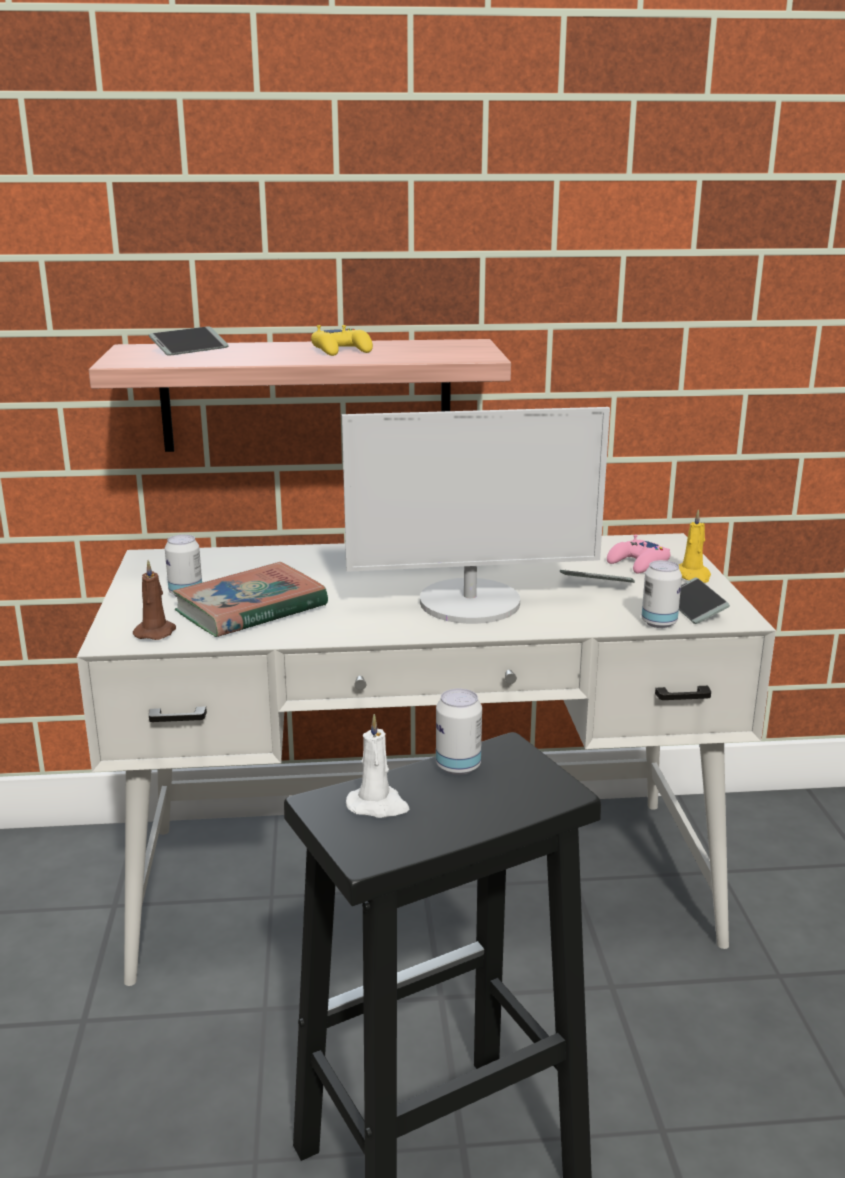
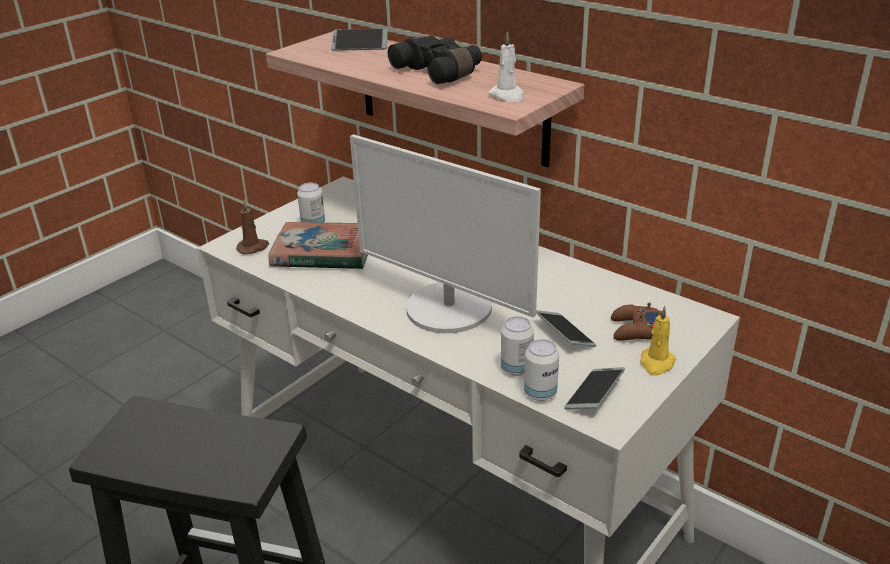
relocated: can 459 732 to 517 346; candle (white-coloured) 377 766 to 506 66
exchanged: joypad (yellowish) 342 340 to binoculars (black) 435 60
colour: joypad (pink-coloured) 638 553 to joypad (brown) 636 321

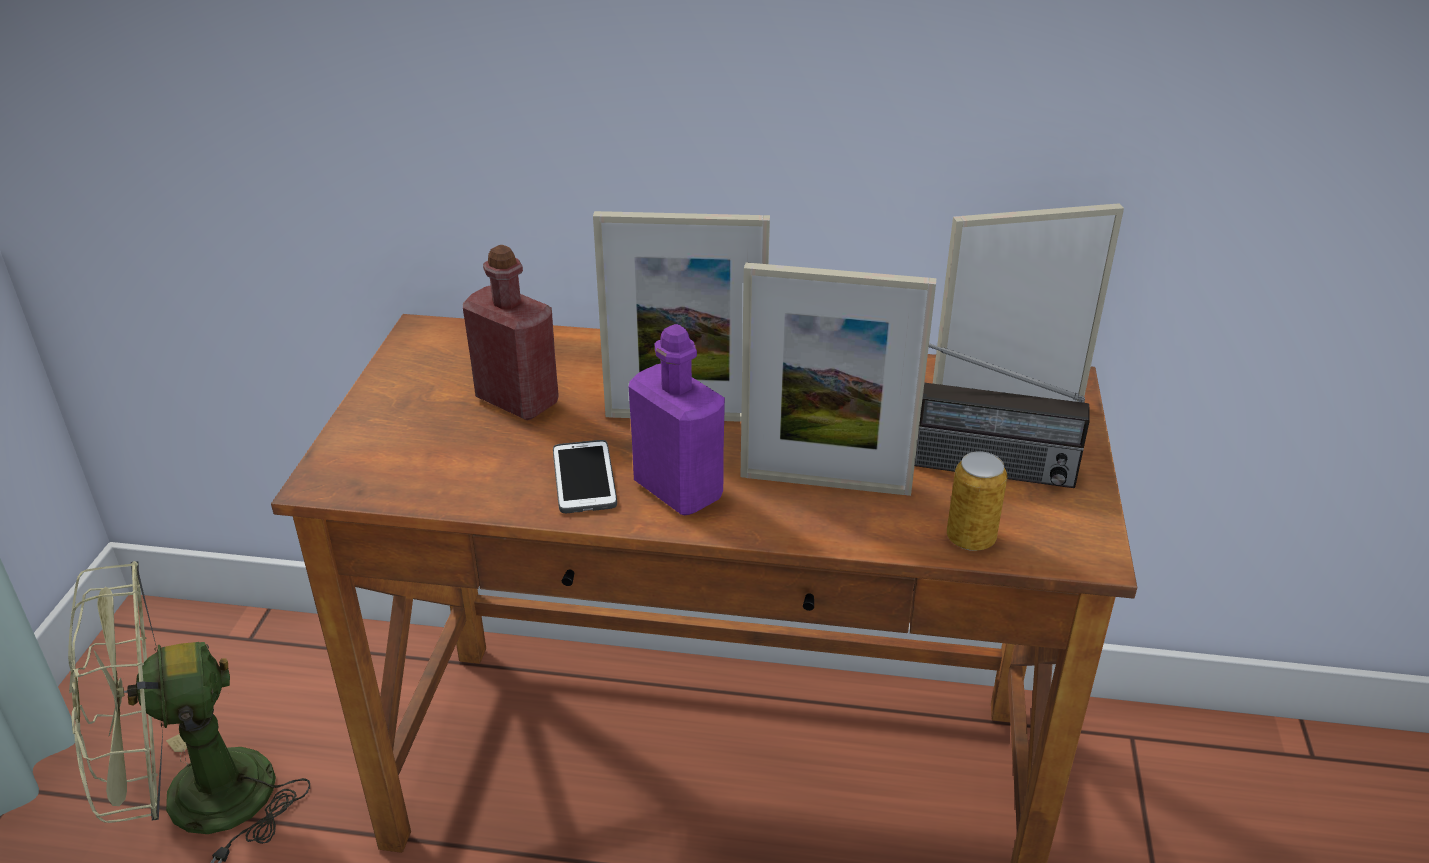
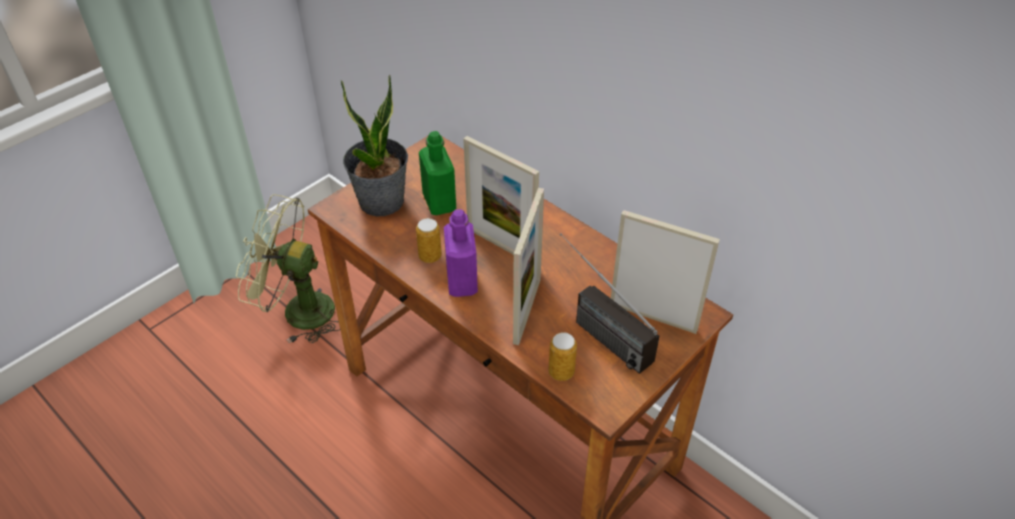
appeared: houseplant 374 146
exchanged: telephone 585 476 to can 429 240
colour: bottle (reddish) 511 332 to bottle (green) 437 173
spun: picture frame 838 379 = 528 266 120 degrees counterclockwise

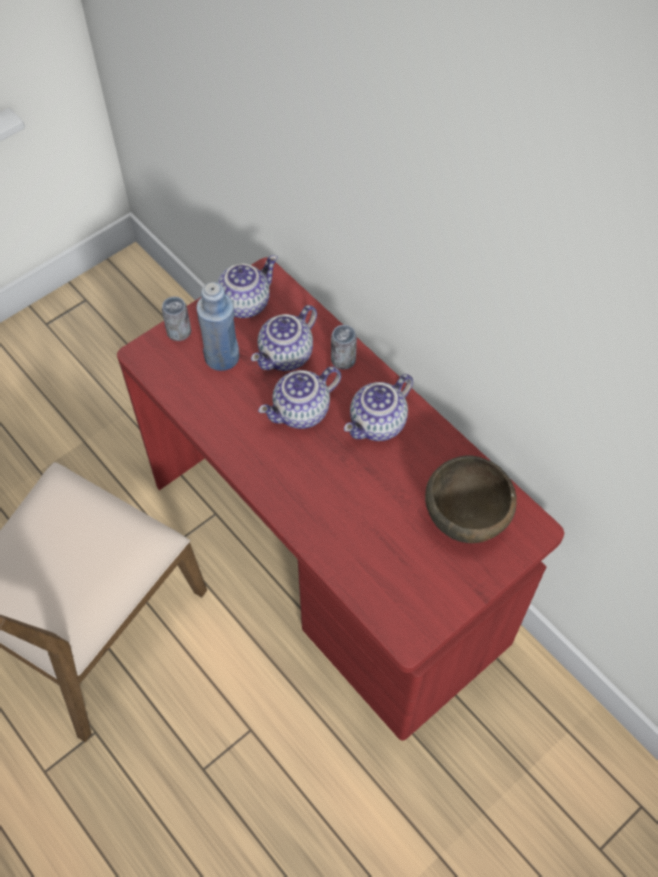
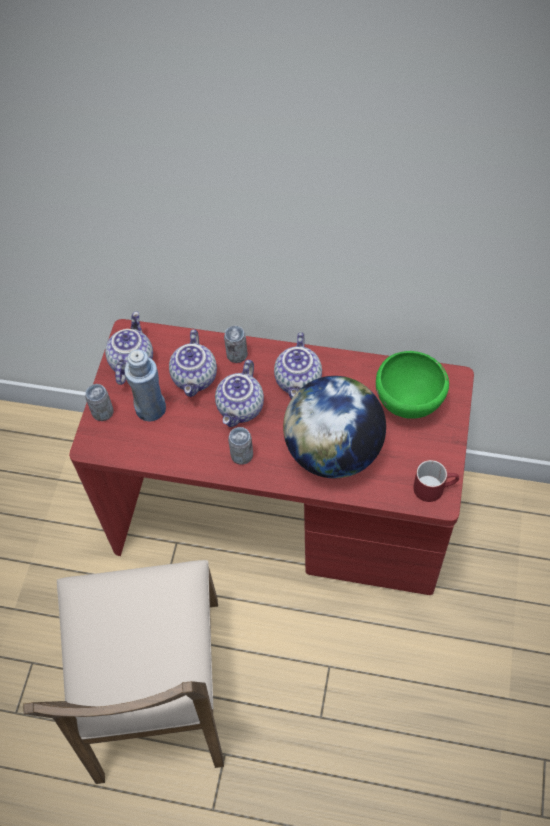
appeared: globe 334 427; can 240 446; coffee mug (reddish) 436 481
colour: deep dish (brown) 471 499 to deep dish (green) 412 385

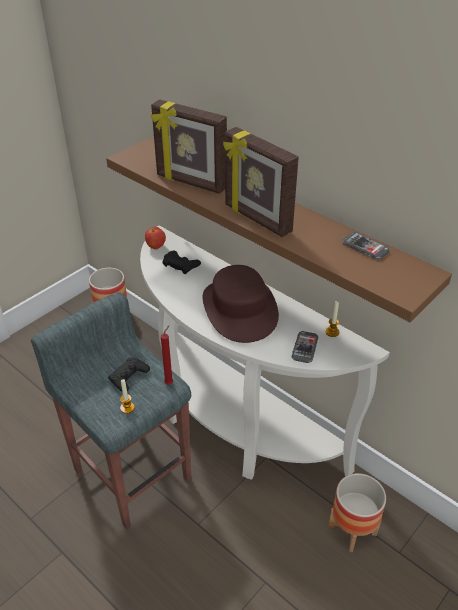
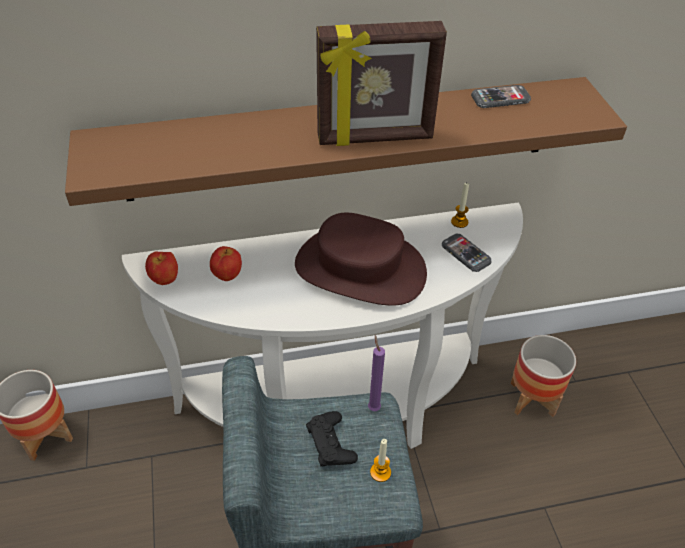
missing: picture frame 189 146
exchanged: joypad (black) 181 262 to whole apple 226 263
colour: candle (reddish) 167 355 to candle (purple-coloured) 376 373

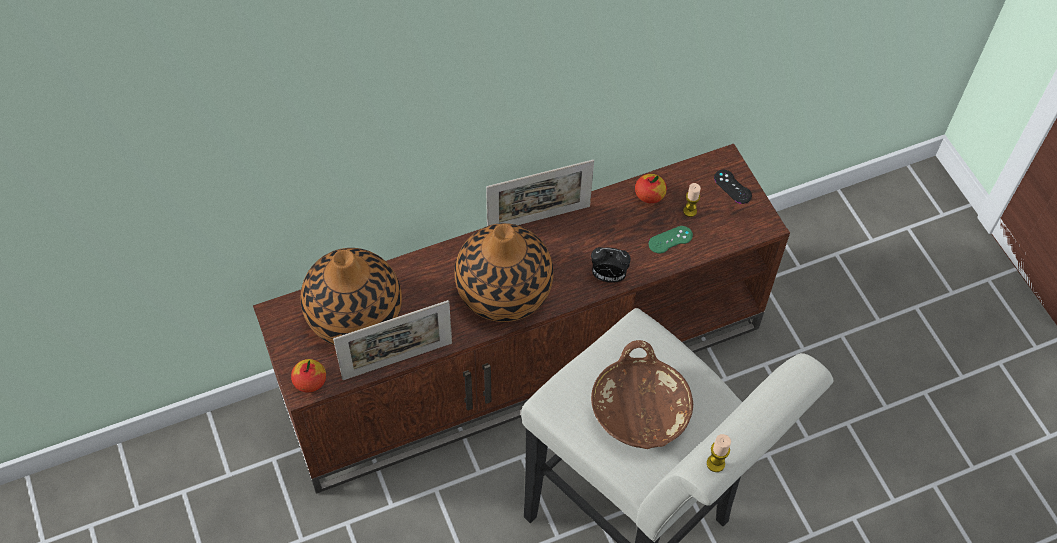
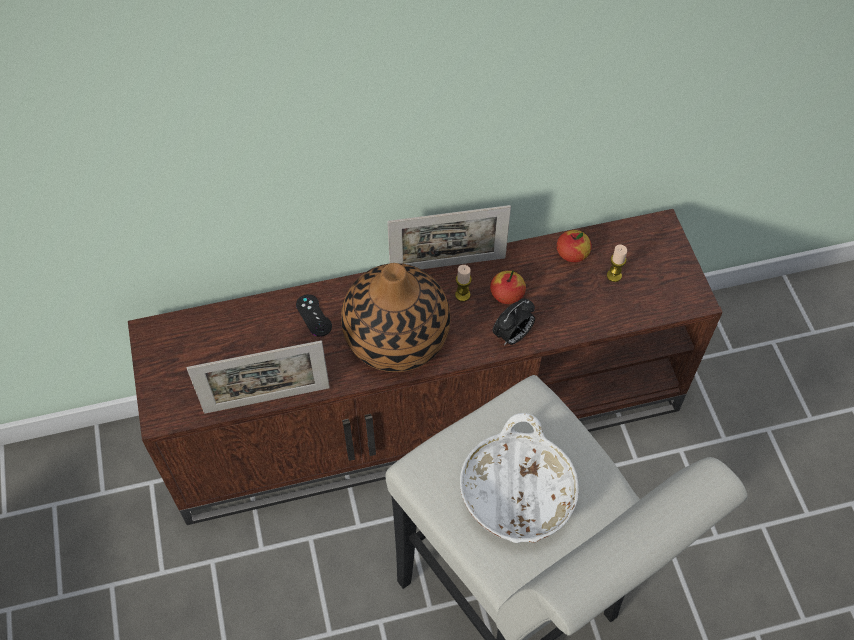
missing: joypad (green) 671 239; decorative vase 351 296
relocated: joypad (black) 733 187 to 314 315; whole apple 308 376 to 508 287; candle 719 453 to 463 283
colour: deep dish (brown) 642 394 to deep dish (white-coloured) 519 478
spun: alarm clock 611 265 = 514 322 60 degrees counterclockwise

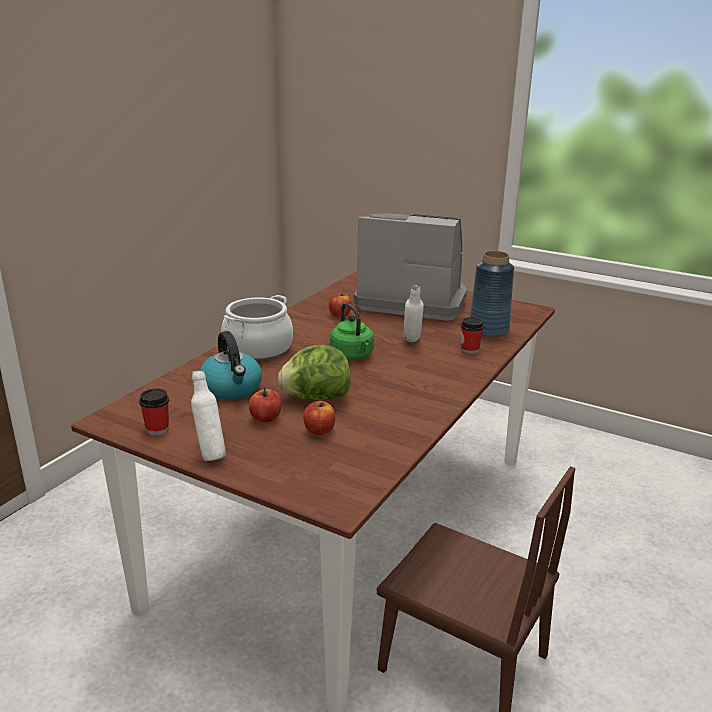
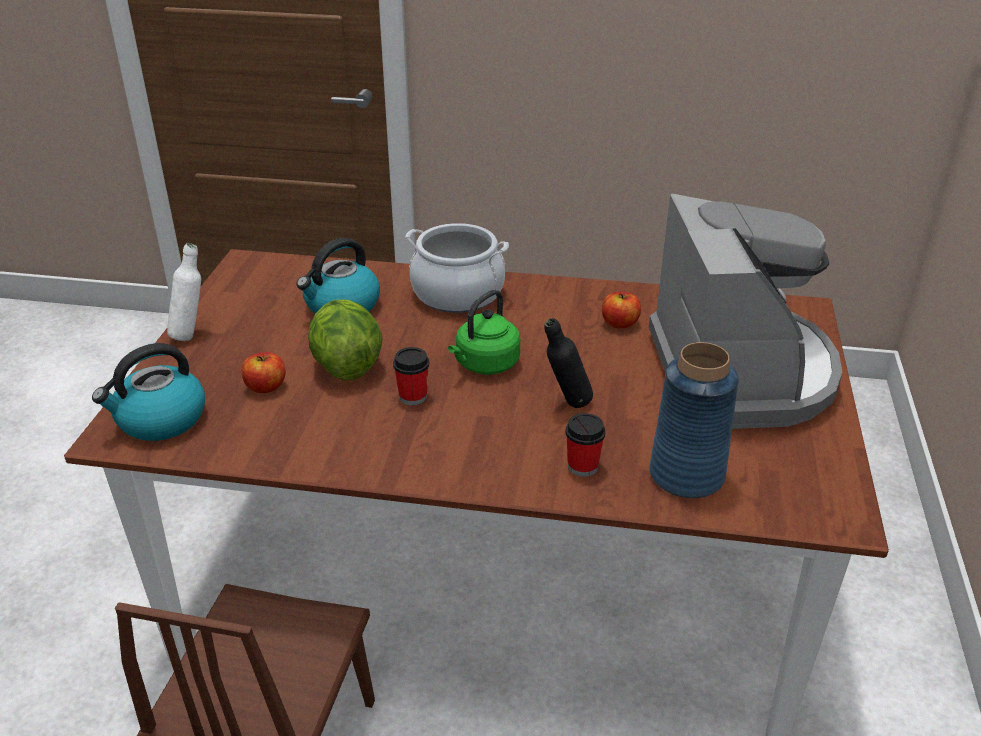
missing: whole apple 265 405
appeared: water kettle 148 392
relocated: small cup 154 411 to 411 376
colour: bottle (white-coloured) 413 313 to bottle (black) 568 363

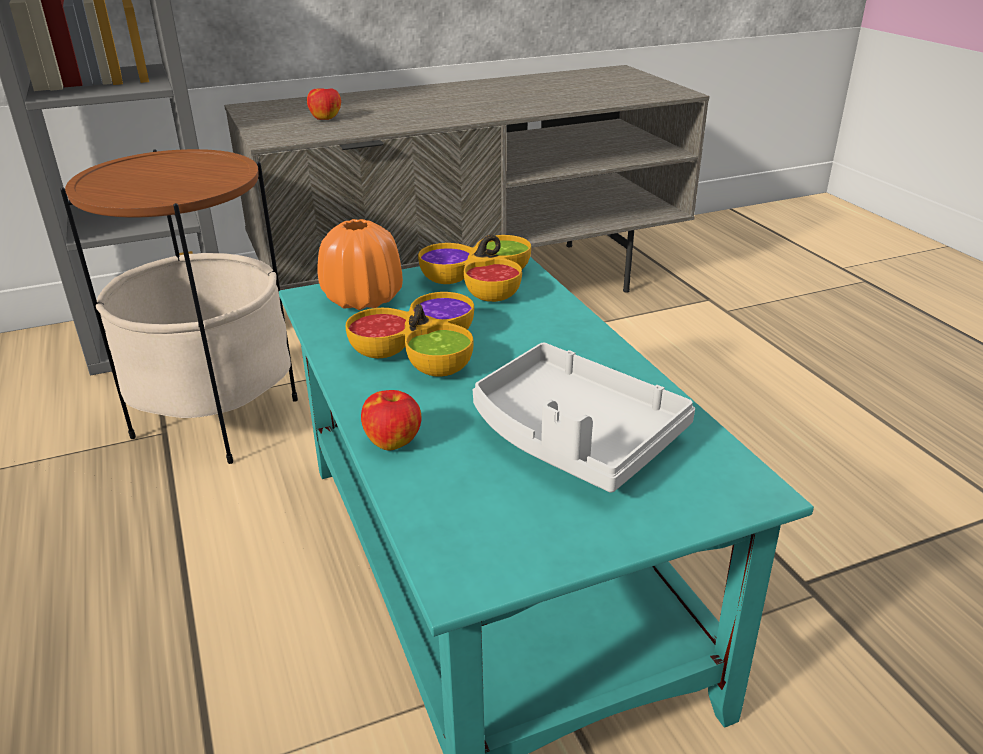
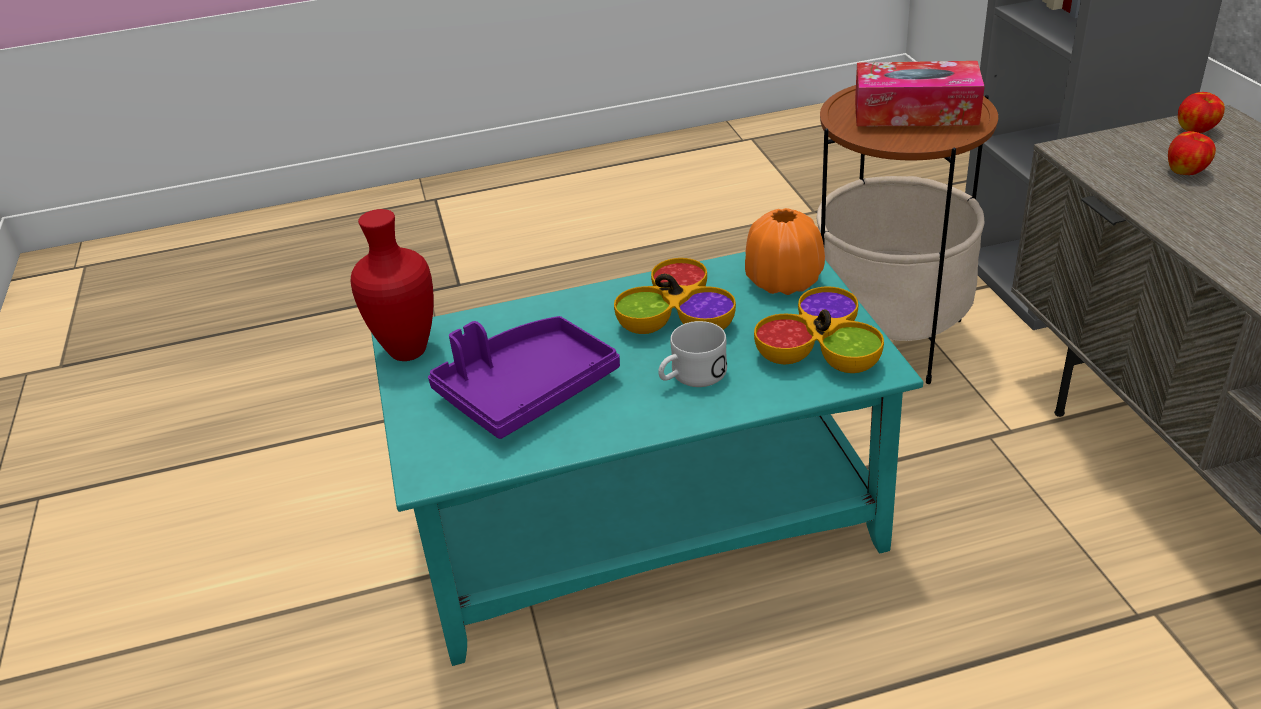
appeared: tissue holder 920 93; decorative vase (reddish) 392 285; coffee mug (white-coloured) 692 354
relocated: whole apple 391 420 to 1201 112
colour: carrying tray (greyish) 584 417 to carrying tray (purple-coloured) 524 377

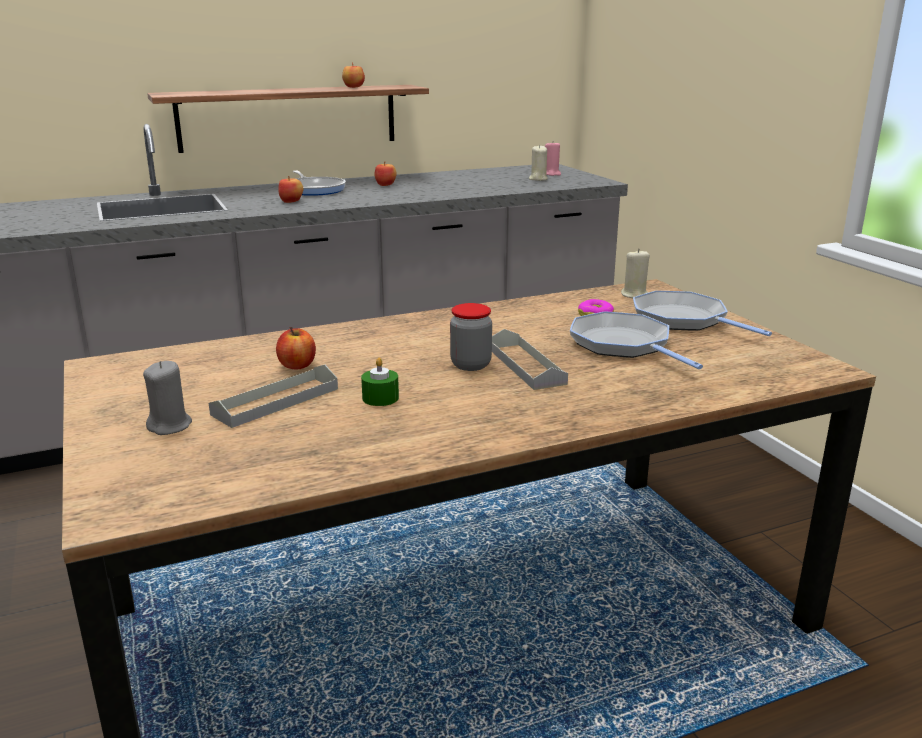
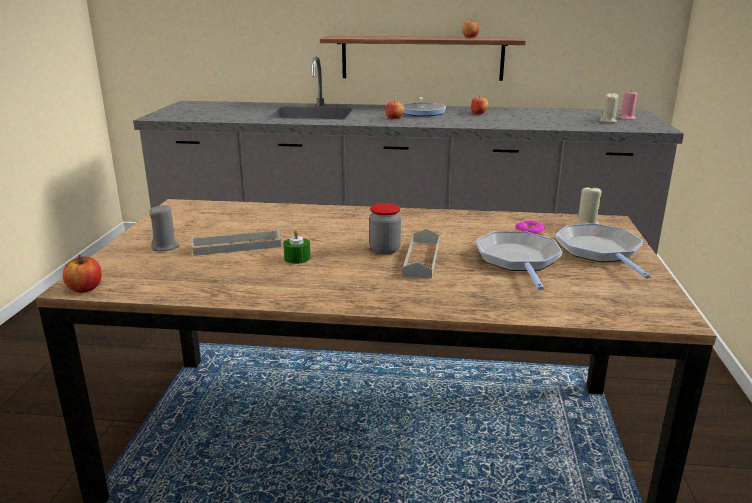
relocated: whole apple 296 348 to 82 274

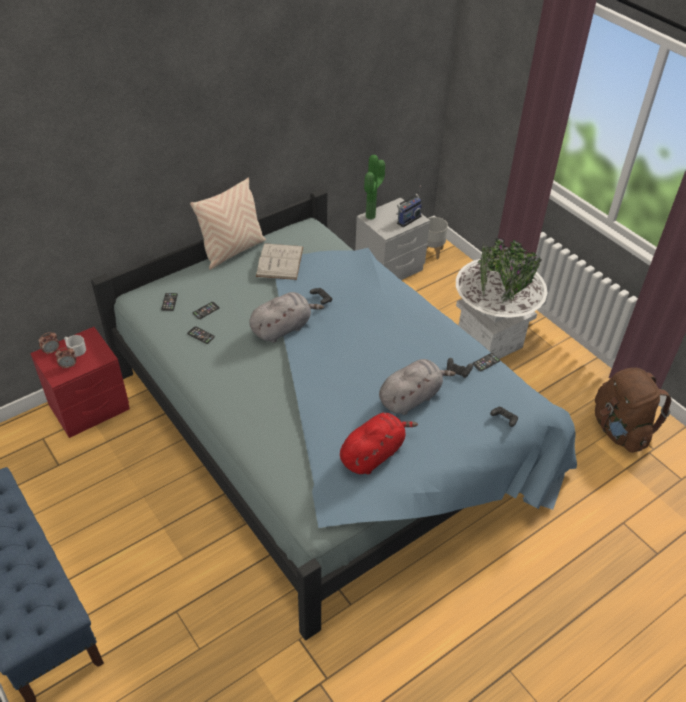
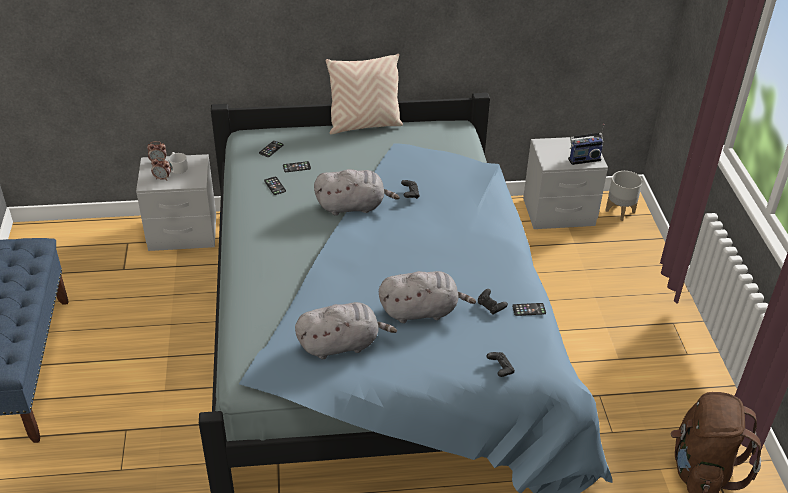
missing: houseplant 374 187; flower pot (white-coloured) 501 298; book (white-coloured) 279 261
colour: nightstand (reddish) 80 382 to nightstand (greyish) 176 202; plush toy (reddish) 379 443 to plush toy (greyish) 346 330

